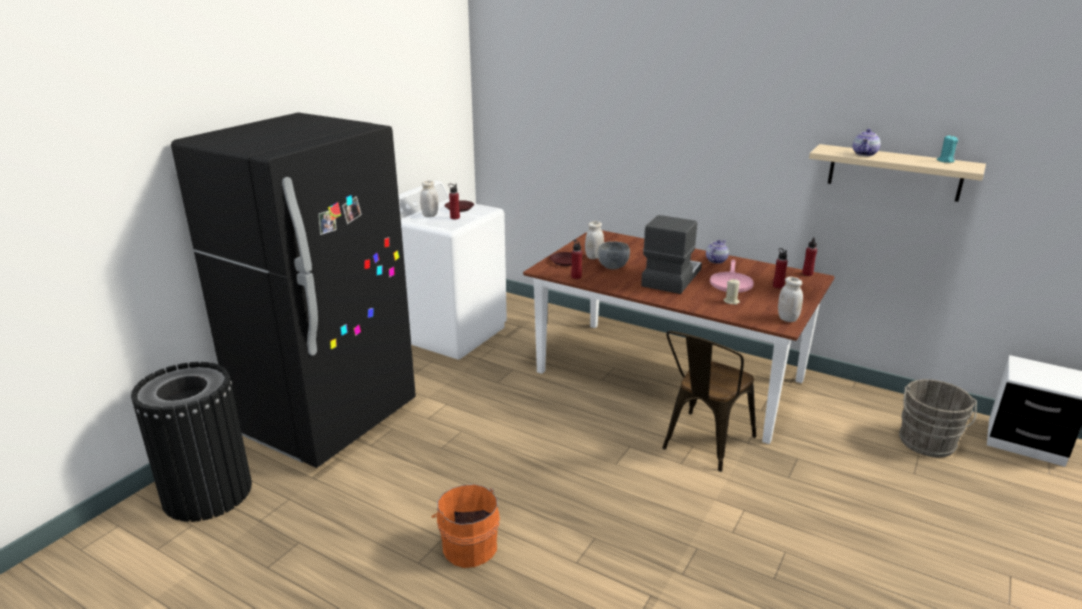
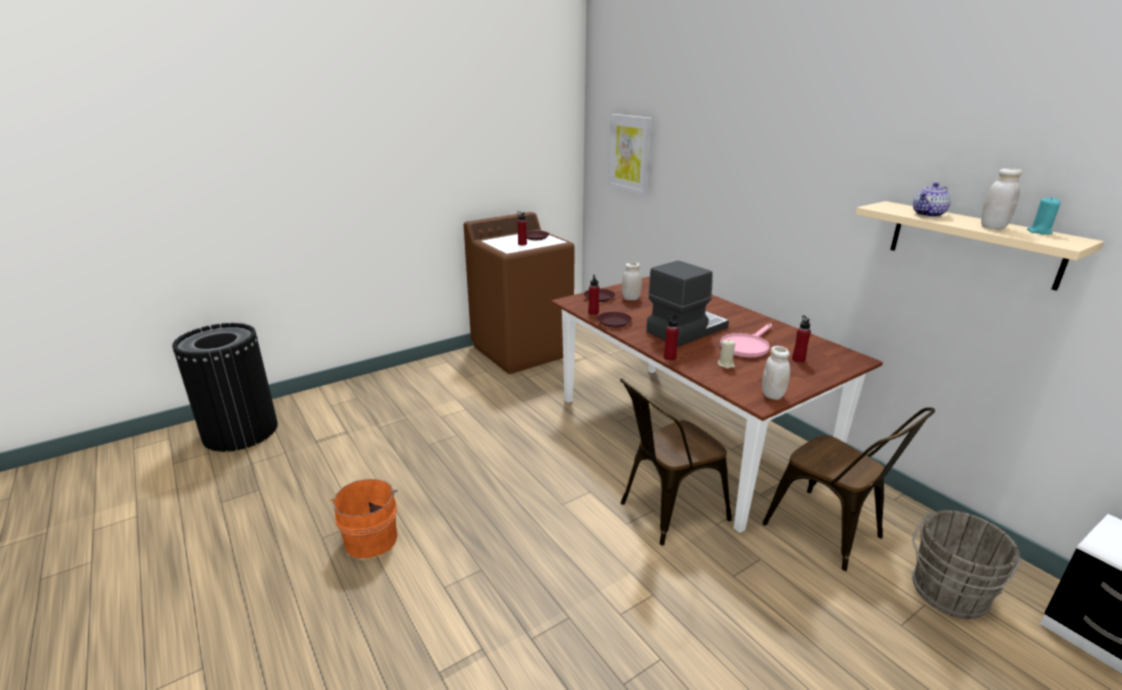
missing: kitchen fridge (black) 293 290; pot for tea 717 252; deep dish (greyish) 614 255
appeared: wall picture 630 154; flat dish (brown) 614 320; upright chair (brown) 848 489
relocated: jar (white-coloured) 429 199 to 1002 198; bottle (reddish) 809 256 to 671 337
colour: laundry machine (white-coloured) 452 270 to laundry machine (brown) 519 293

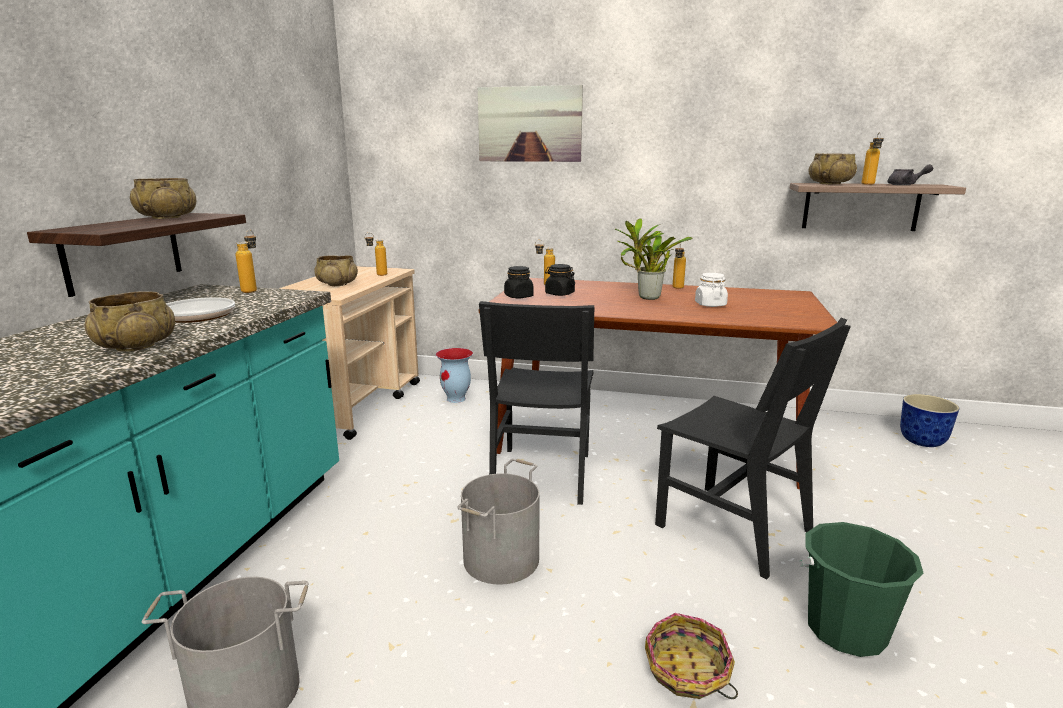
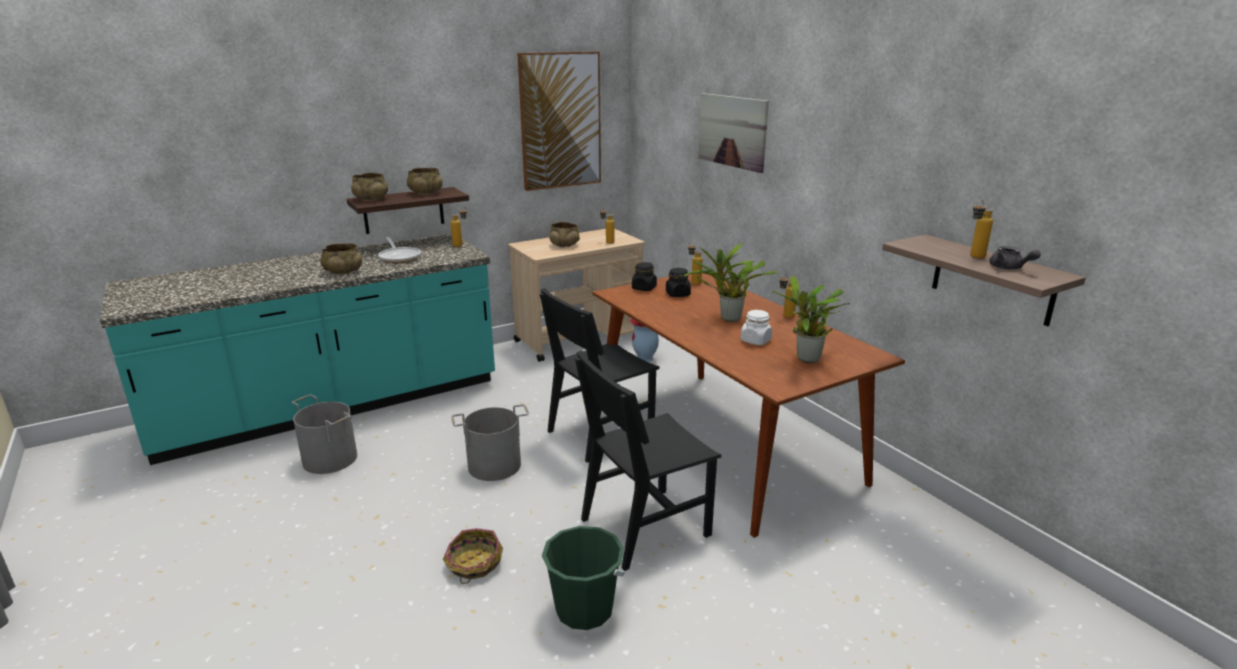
missing: flower pot 930 420
appeared: wall picture 559 121; houseplant 810 319
relocated: deep dish (beige-coloured) 833 168 to 369 187
spun: upright chair (black) 753 448 = 648 460 60 degrees clockwise

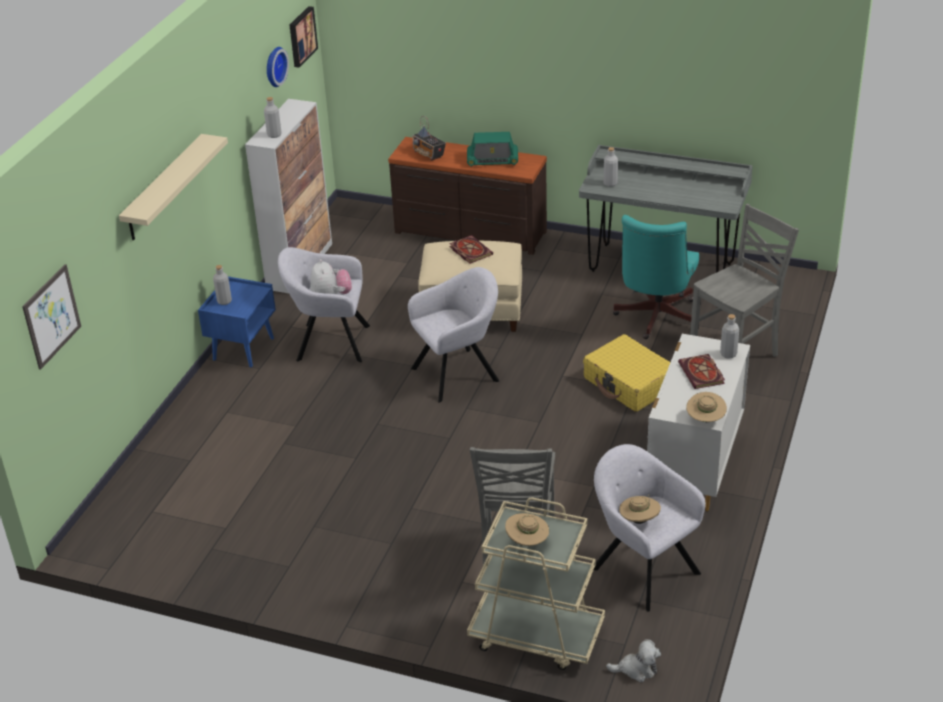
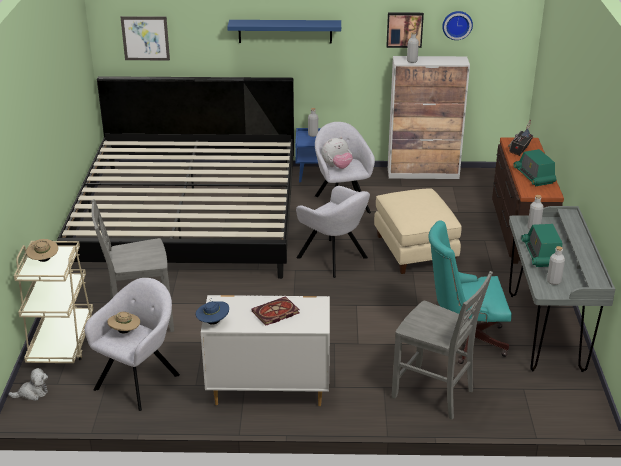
missing: book 471 249; piece of luggage (yellowish) 626 373
appeared: bed 175 177; radio 541 245
relocated: wall picture 304 37 to 405 30; bottle (greyish) 729 336 to 556 265
colour: bracket shelf (beige-coloured) 173 187 to bracket shelf (bluish) 284 32; clothing hat (beige-coloured) 706 407 to clothing hat (bluish) 212 312
spun: plush toy 633 660 = 28 384 90 degrees counterclockwise

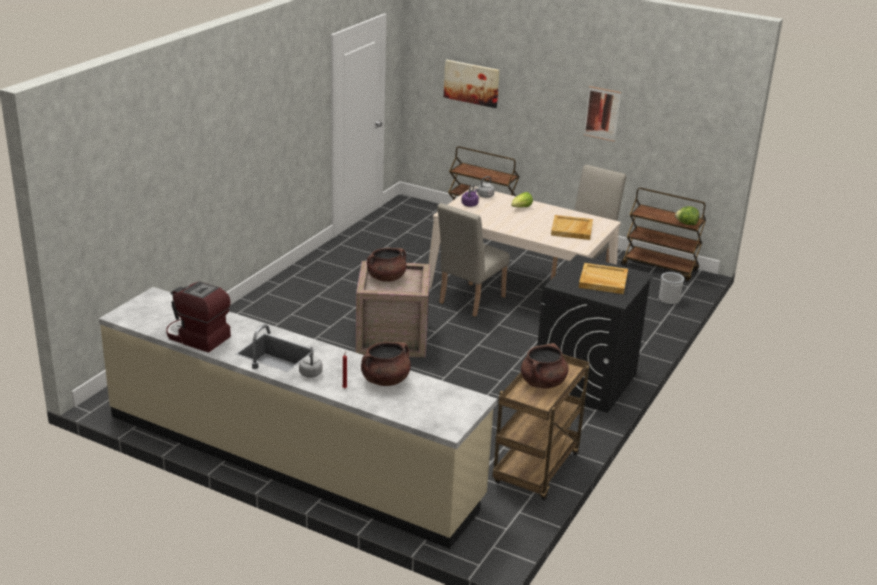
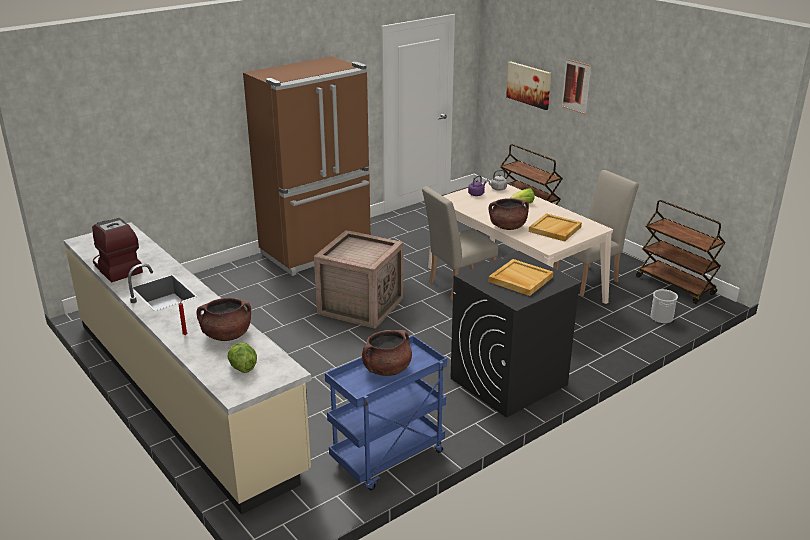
missing: water kettle (greyish) 311 362
appeared: kitchen fridge (brown) 307 166
relocated: wall picture 602 114 to 576 87; lettuce head 687 215 to 242 357; cooking pot (brown) 387 265 to 508 214
colour: trolley (brown) 541 427 to trolley (bluish) 386 412

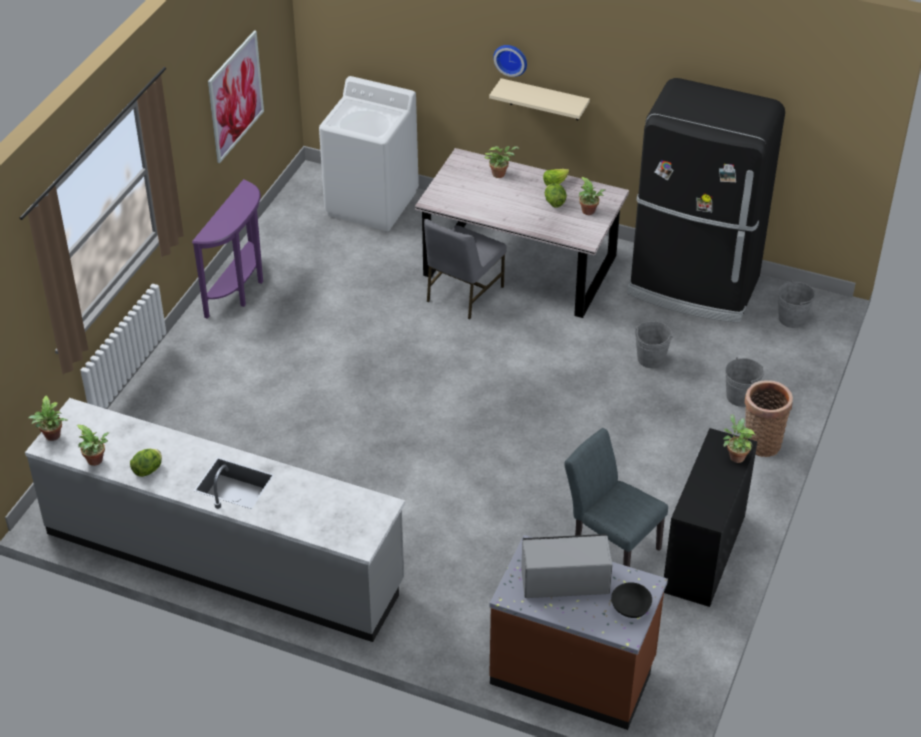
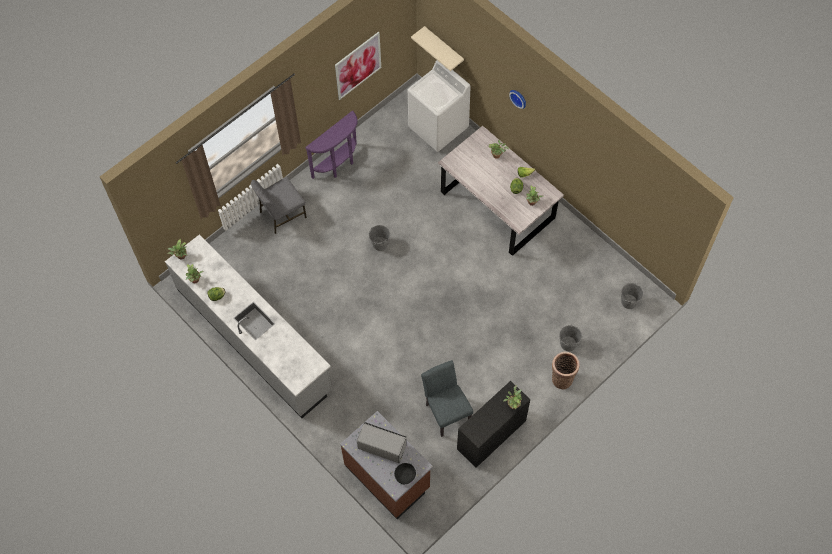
missing: kitchen fridge (black) 706 200
relocated: bracket shelf (beige-coloured) 539 99 to 437 48; upright chair (greyish) 465 269 to 279 205; pail (greyish) 654 344 to 379 238

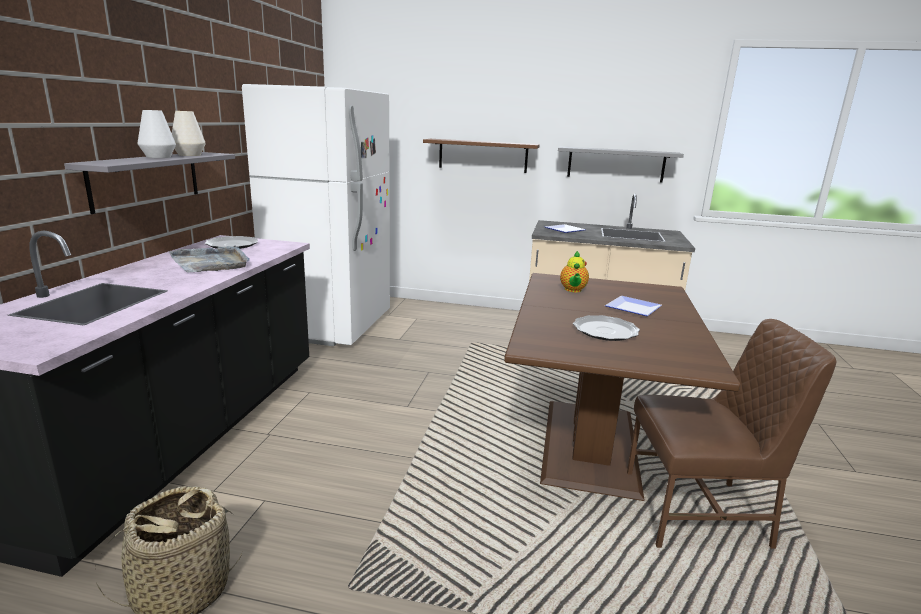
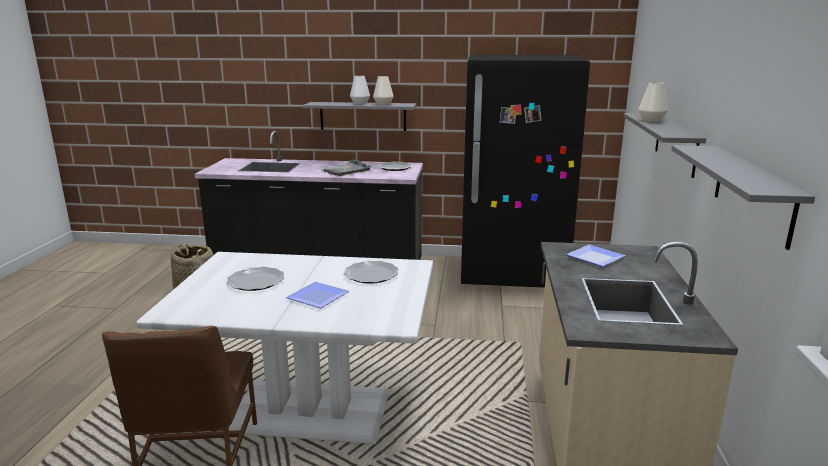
appeared: decorative vase (white-coloured) 653 102
exchanged: pot for tea 574 271 to flat dish 371 272
colour: kitchen fridge (white-coloured) 316 215 to kitchen fridge (black) 525 171; bracket shelf (brown) 481 156 to bracket shelf (greyish) 664 145; kitchen table (brown) 622 387 to kitchen table (white-coloured) 284 348

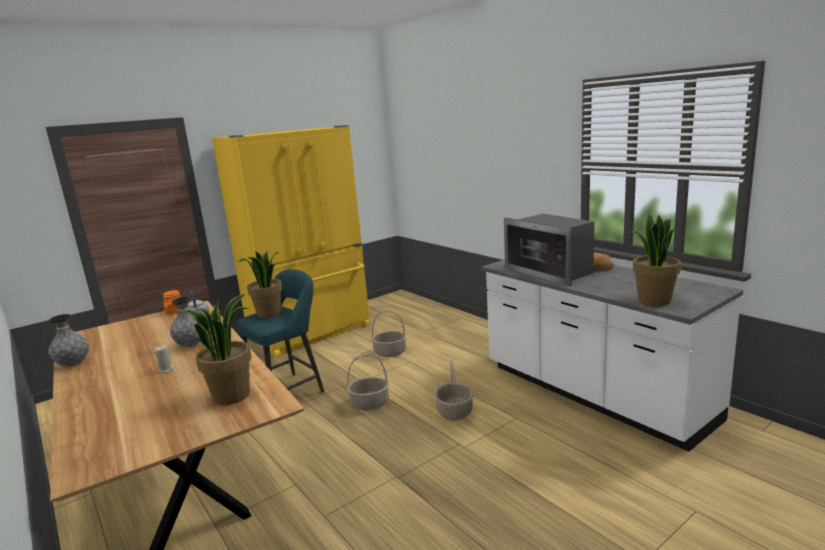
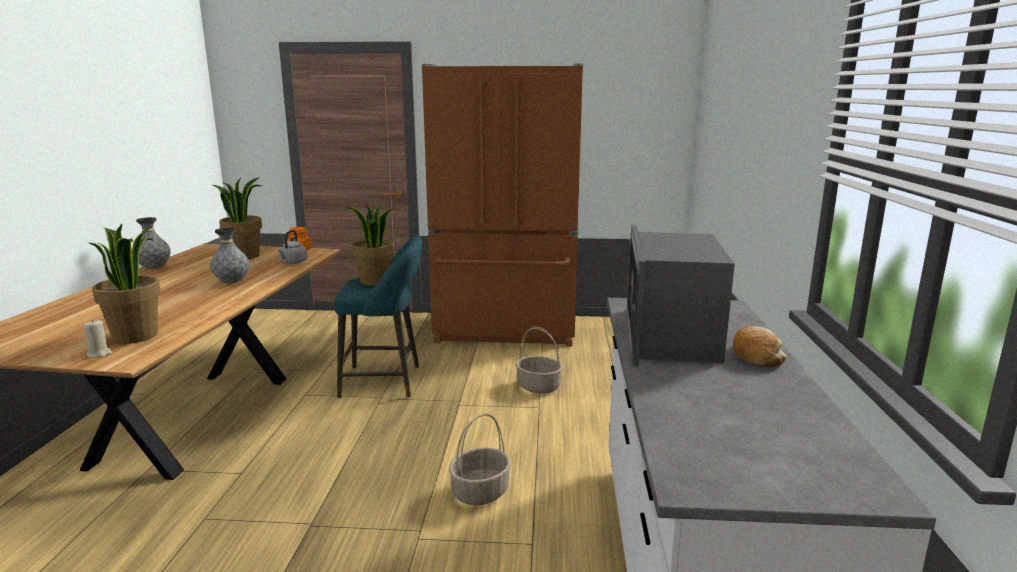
missing: storage basket 368 382
relocated: houseplant 654 259 to 237 218; candle (beige-coloured) 164 359 to 97 338
colour: kitchen fridge (yellowish) 291 241 to kitchen fridge (brown) 502 205

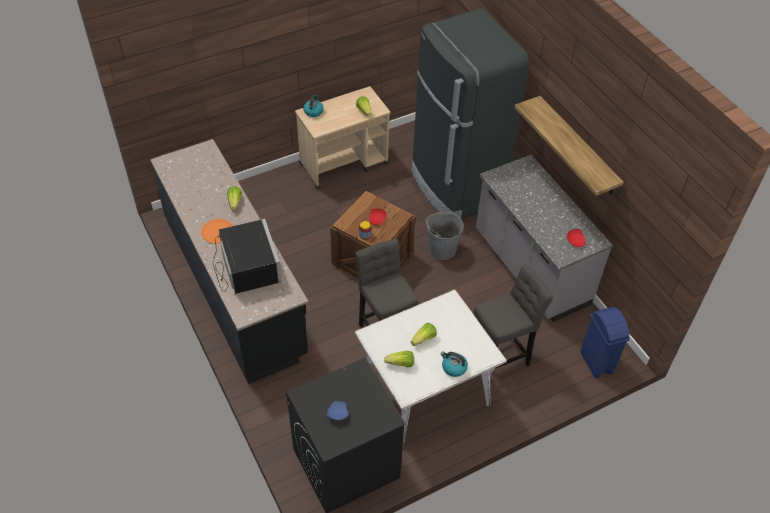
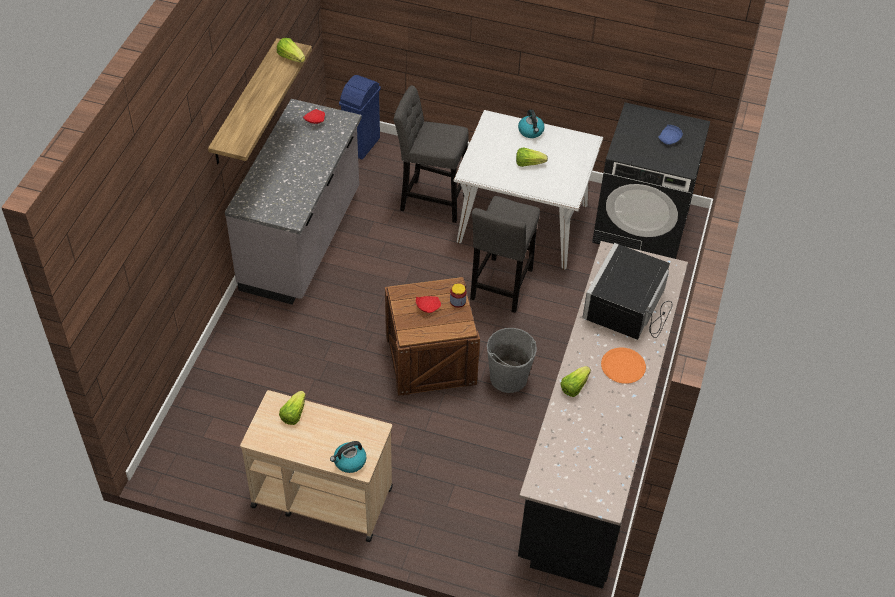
missing: kitchen fridge (black) 470 113
relocated: pail (greyish) 444 235 to 512 360; lettuce head 399 359 to 291 50

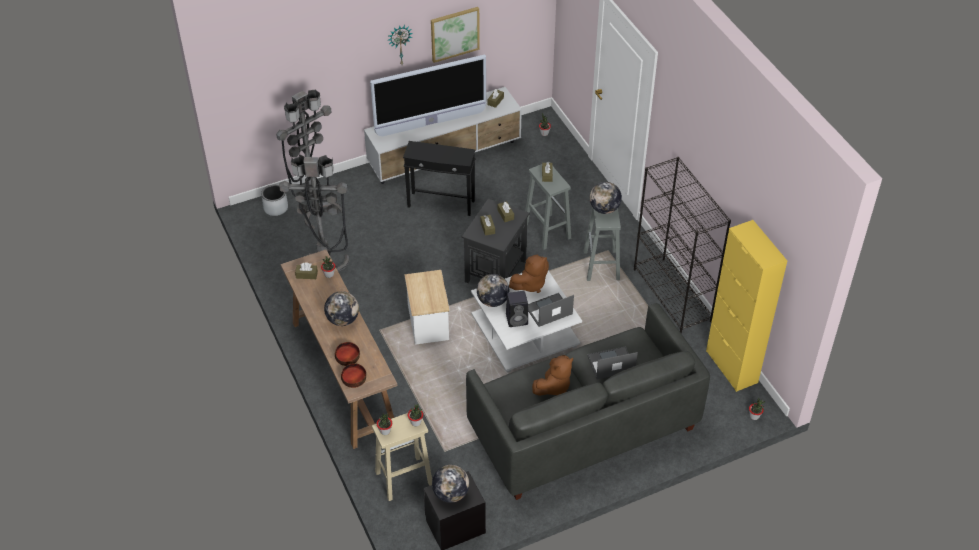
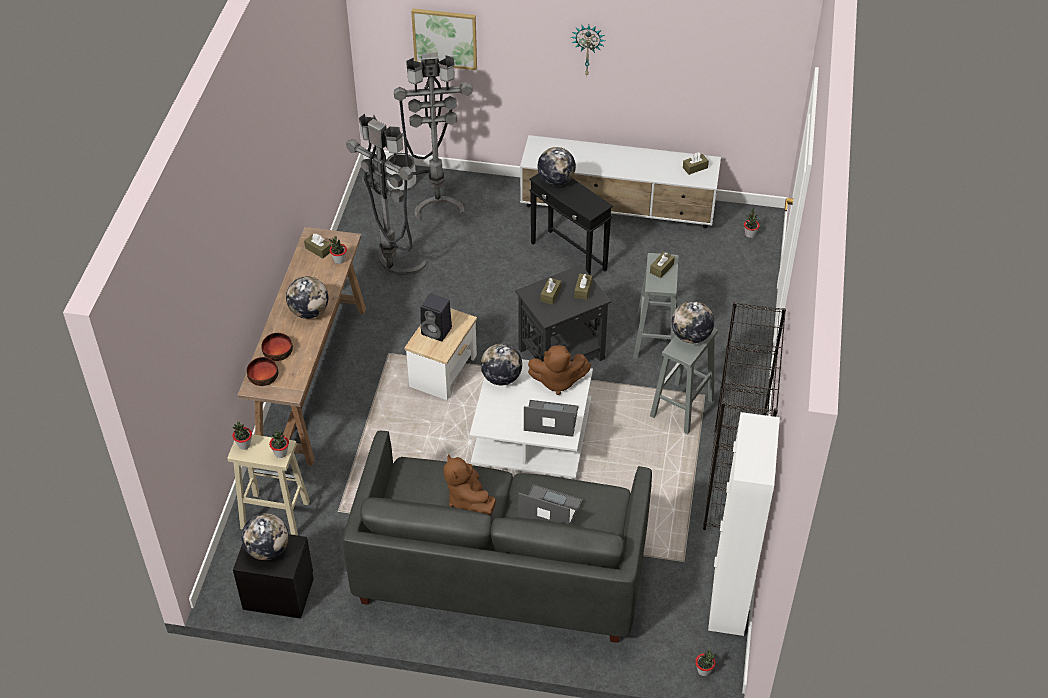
missing: TV 428 95
appeared: globe 556 166
relocated: wall picture 455 35 to 444 39; speaker (black) 517 309 to 436 317
colour: cupboard (yellowish) 746 306 to cupboard (white-coloured) 744 524
spun: plush toy (brown) 552 375 = 469 484 75 degrees clockwise

